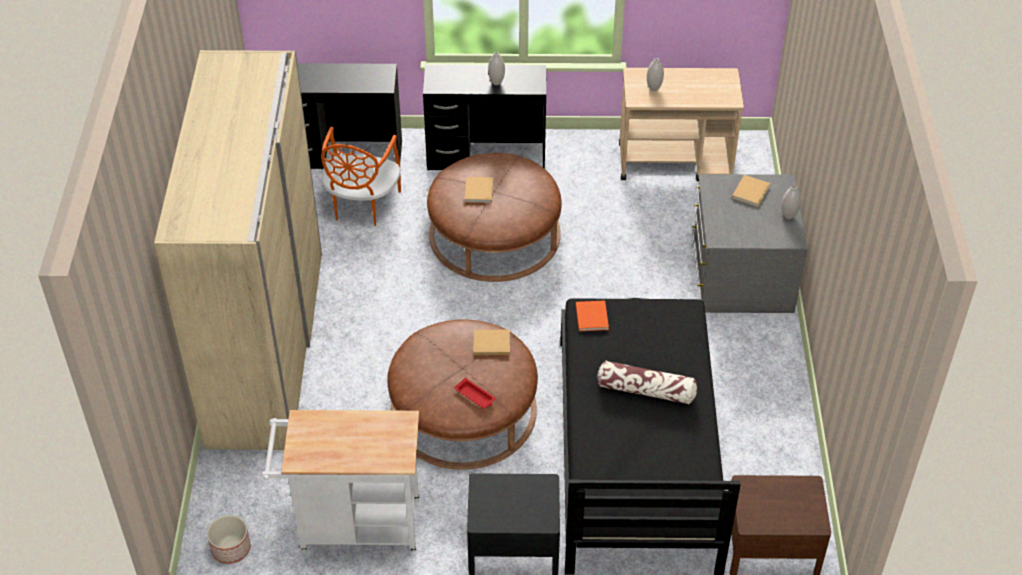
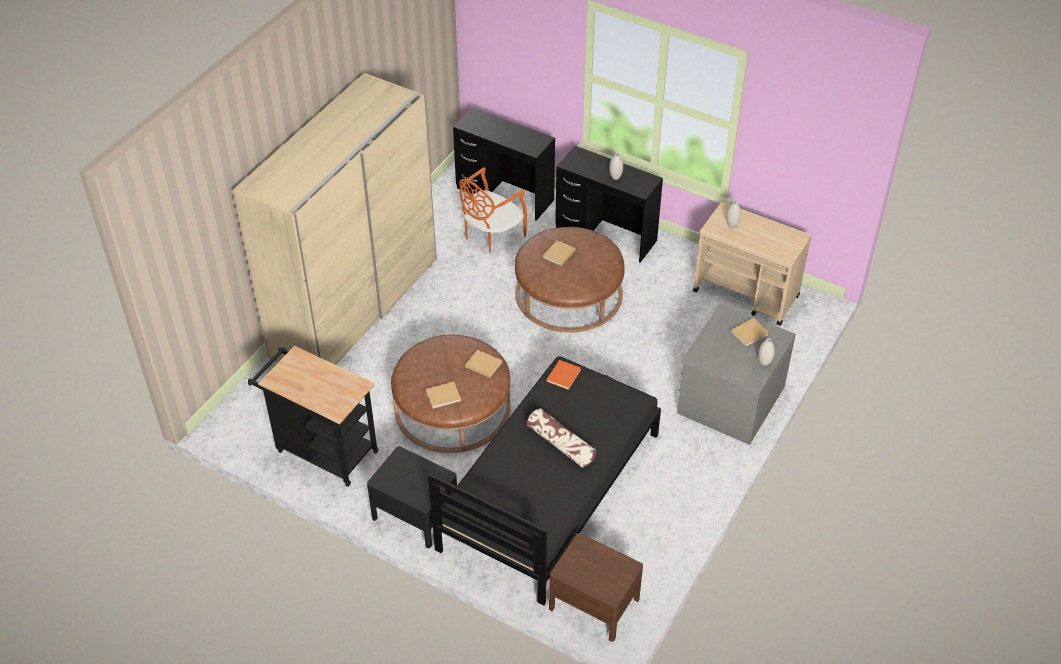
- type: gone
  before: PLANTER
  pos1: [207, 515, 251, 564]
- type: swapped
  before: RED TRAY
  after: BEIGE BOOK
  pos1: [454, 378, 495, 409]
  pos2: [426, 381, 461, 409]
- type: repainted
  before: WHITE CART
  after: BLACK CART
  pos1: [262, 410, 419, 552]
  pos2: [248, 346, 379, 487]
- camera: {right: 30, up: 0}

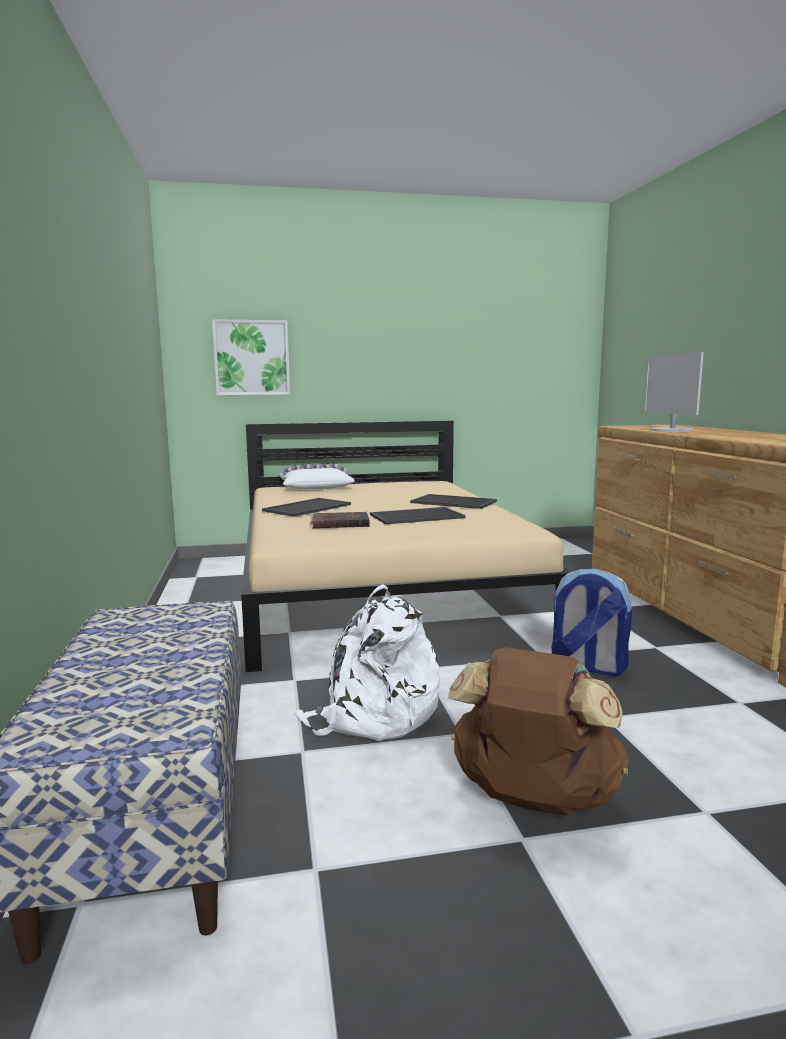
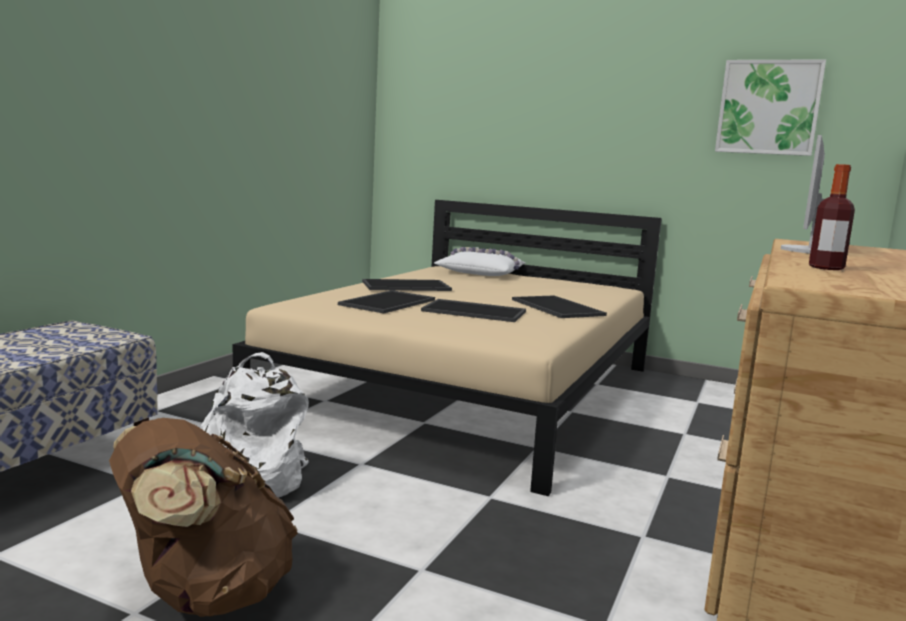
- type: gone
  before: BACKPACK
  pos1: [551, 568, 632, 676]
- type: new
  after: BOTTLE
  pos2: [809, 164, 855, 270]
- type: shifted
  before: PICTURE
  pos1: [212, 319, 290, 395]
  pos2: [715, 59, 826, 156]
- type: swapped
  before: BROWN BOOK
  after: TRAY
  pos1: [310, 512, 370, 528]
  pos2: [338, 290, 435, 313]
- camera: {right: 35, up: 0}

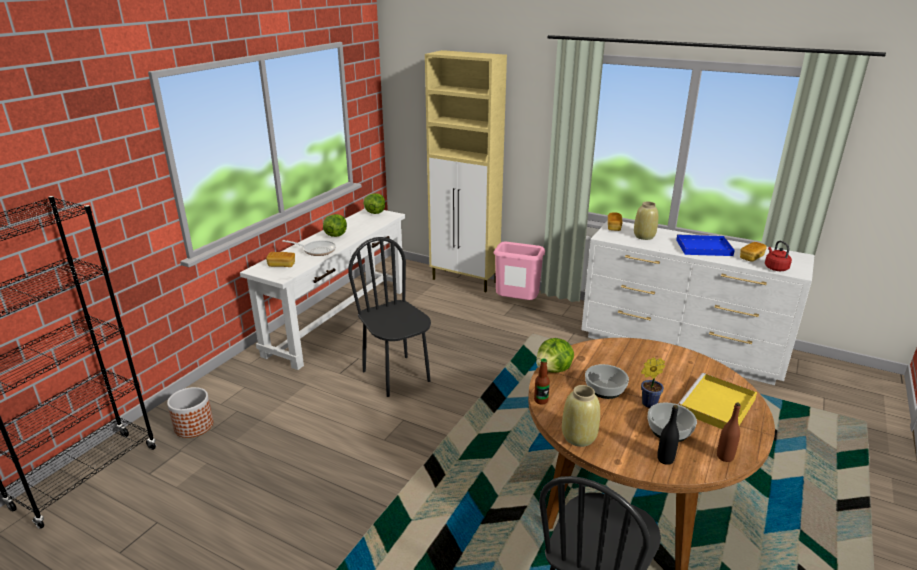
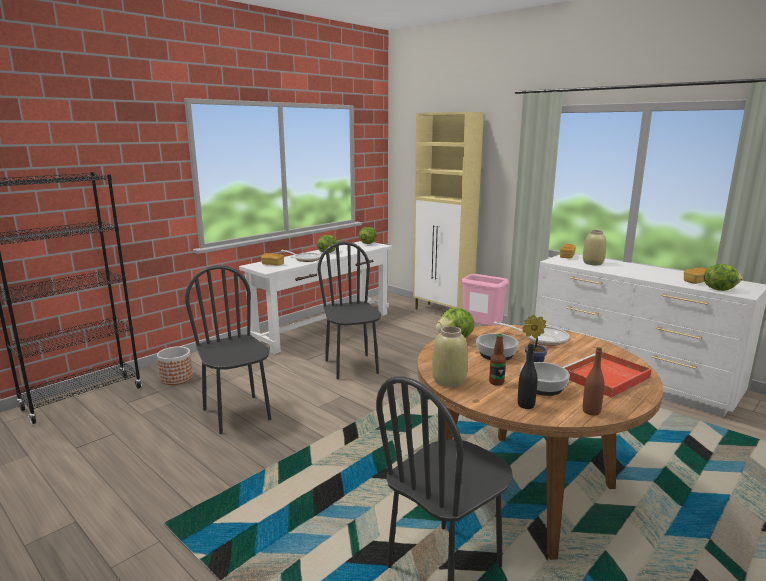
- type: gone
  before: BLUE TRAY
  pos1: [676, 234, 735, 256]
- type: new
  after: BLACK CHAIR
  pos2: [185, 265, 271, 434]
- type: new
  after: FRYING PAN
  pos2: [494, 322, 569, 346]
- type: shifted
  before: BOTTLE
  pos1: [534, 359, 550, 404]
  pos2: [489, 334, 506, 386]
- type: swapped
  before: RED KETTLE
  after: LETTUCE
  pos1: [765, 241, 792, 271]
  pos2: [704, 264, 743, 291]
- type: repainted
  before: YELLOW TRAY
  after: RED TRAY
  pos1: [678, 373, 757, 429]
  pos2: [563, 352, 652, 398]
- camera: {right: 15, up: -10}

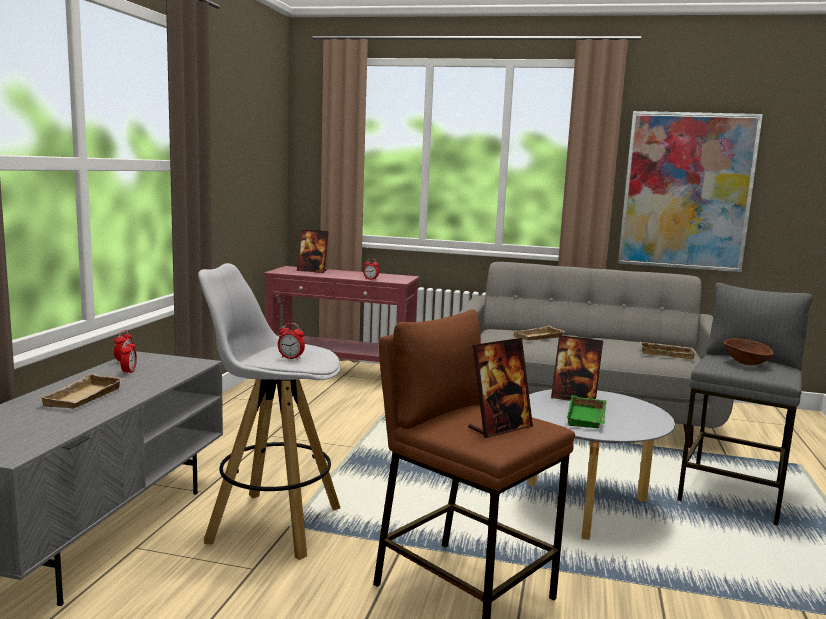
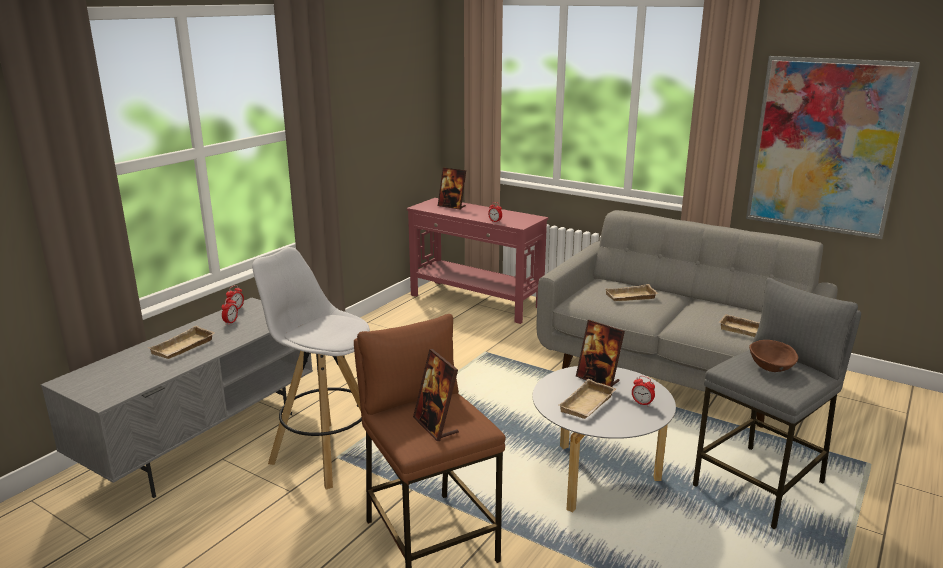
- type: shifted
  before: ALARM CLOCK
  pos1: [278, 323, 305, 360]
  pos2: [632, 376, 655, 407]
- type: repainted
  before: GREEN TRAY
  after: BEIGE TRAY
  pos1: [567, 395, 606, 428]
  pos2: [559, 379, 617, 419]
- type: rotated
  before: PICTURE FRAME
  pos1: [468, 338, 533, 438]
  pos2: [413, 349, 459, 441]
  turn: 75
- camera: {right: 20, up: 10}

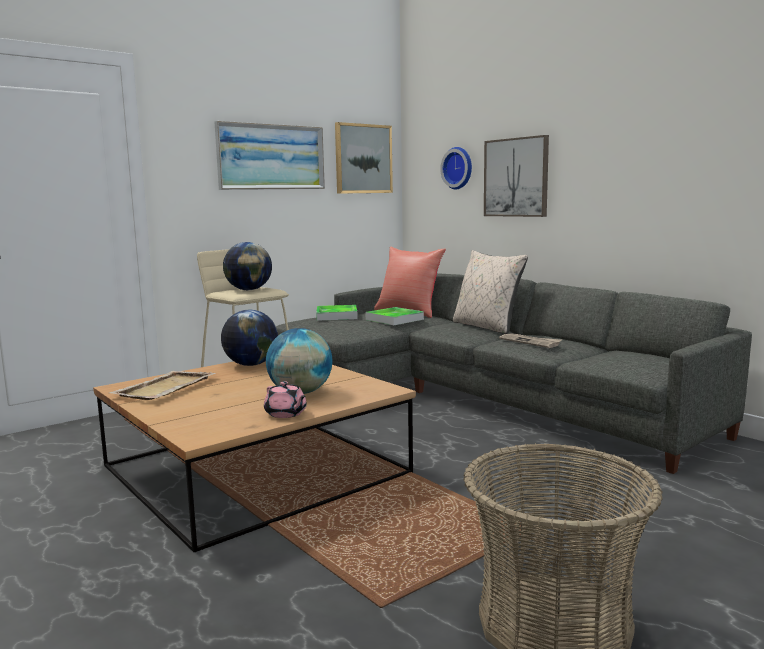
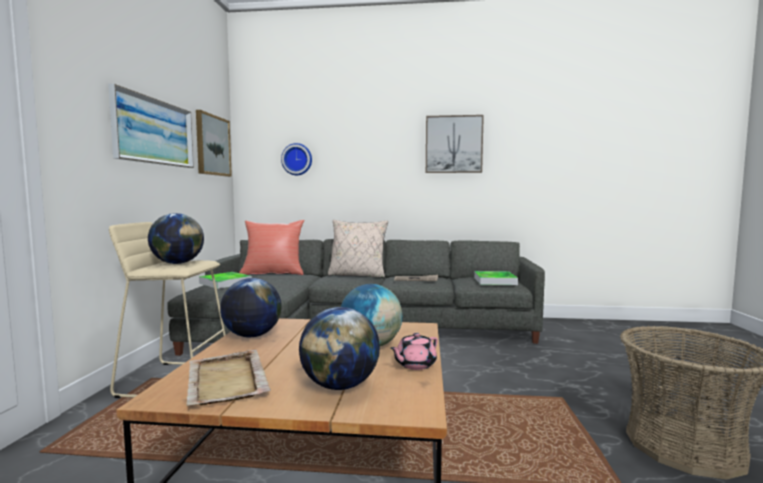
- type: new
  after: GLOBE
  pos2: [299, 307, 380, 390]
- type: shifted
  before: TRAY
  pos1: [366, 307, 424, 325]
  pos2: [474, 271, 518, 285]
- type: shifted
  before: PICTURE
  pos1: [484, 135, 549, 217]
  pos2: [426, 115, 484, 173]
- type: rotated
  before: PINK TEAPOT
  pos1: [264, 381, 307, 418]
  pos2: [390, 333, 438, 370]
  turn: 135
- camera: {right: -45, up: -5}

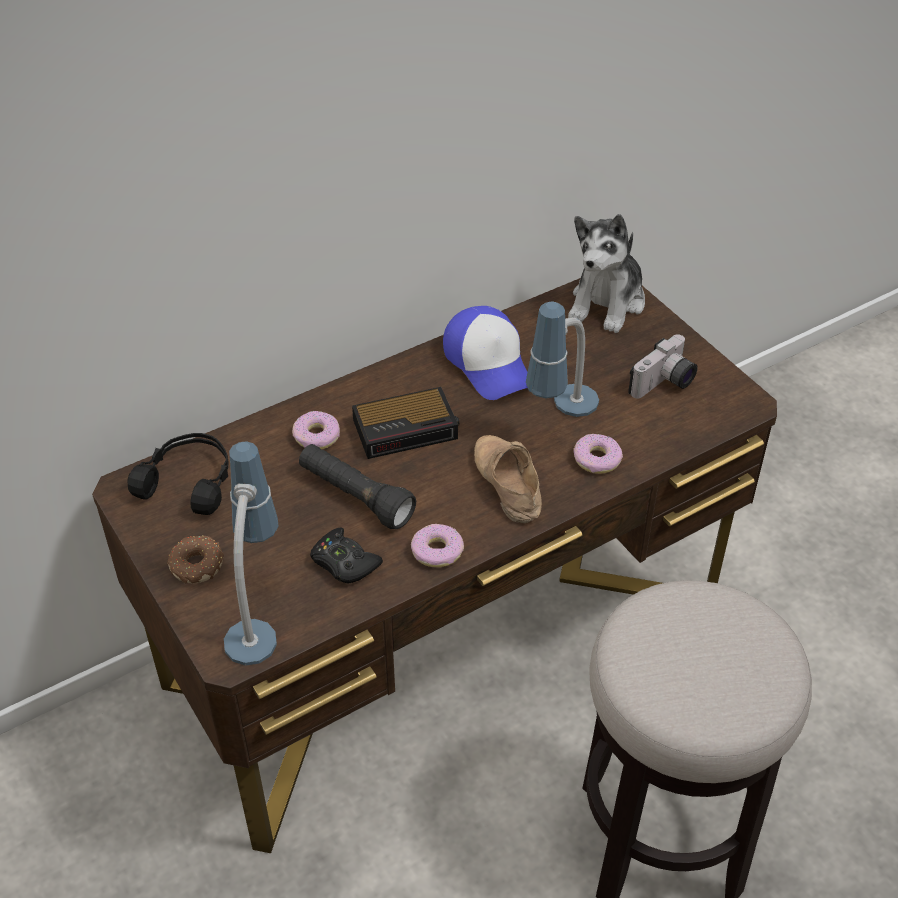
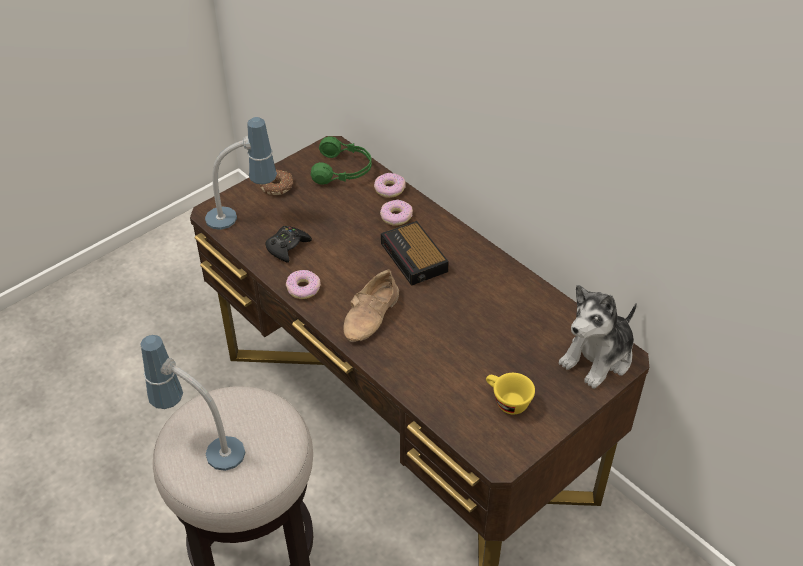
- type: gone
  before: BLACK FLASHLIGHT
  pos1: [299, 444, 416, 529]
- type: gone
  before: CAP
  pos1: [443, 306, 528, 400]
- type: shifted
  before: TABLE LAMP
  pos1: [526, 301, 599, 417]
  pos2: [140, 335, 245, 471]
- type: shifted
  before: DONUT
  pos1: [573, 434, 623, 474]
  pos2: [374, 173, 406, 198]
- type: swapped
  before: PHOTO CAMERA
  after: YELLOW CUP
  pos1: [628, 334, 698, 398]
  pos2: [486, 373, 535, 415]
- type: repainted
  before: BLACK HEADPHONES
  after: GREEN HEADPHONES
  pos1: [127, 433, 228, 515]
  pos2: [311, 136, 372, 185]
- type: rotated
  before: BEIGE SHOE
  pos1: [474, 435, 542, 523]
  pos2: [343, 269, 399, 342]
  turn: 150
- type: rotated
  before: PLUSH TOY
  pos1: [568, 214, 645, 333]
  pos2: [559, 285, 637, 389]
  turn: -60
- camera: {right: 80, up: 0}

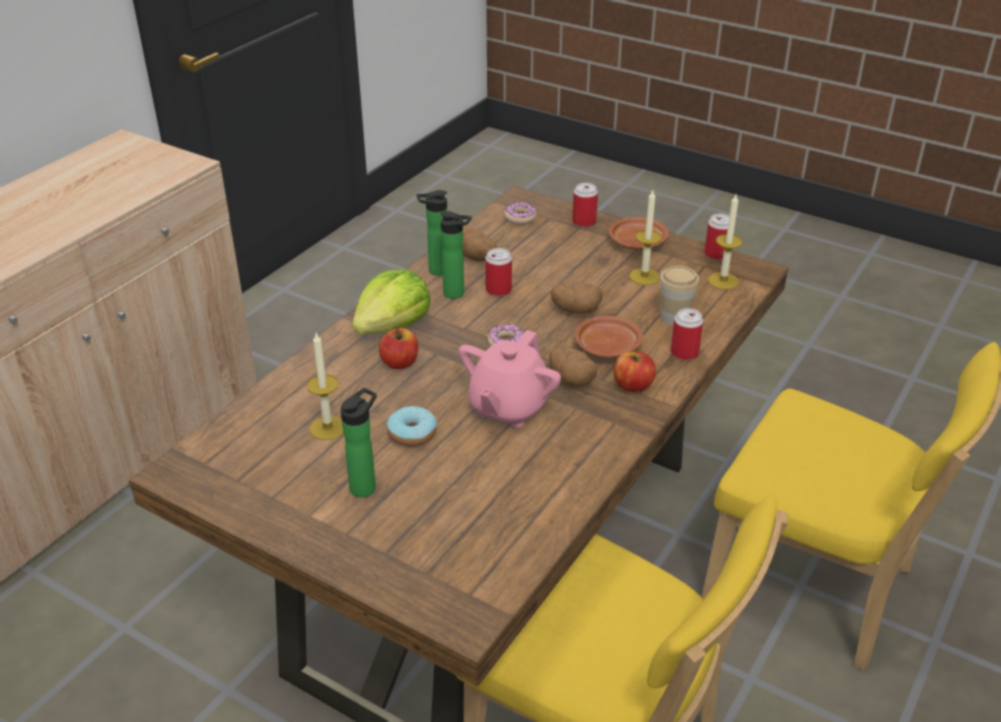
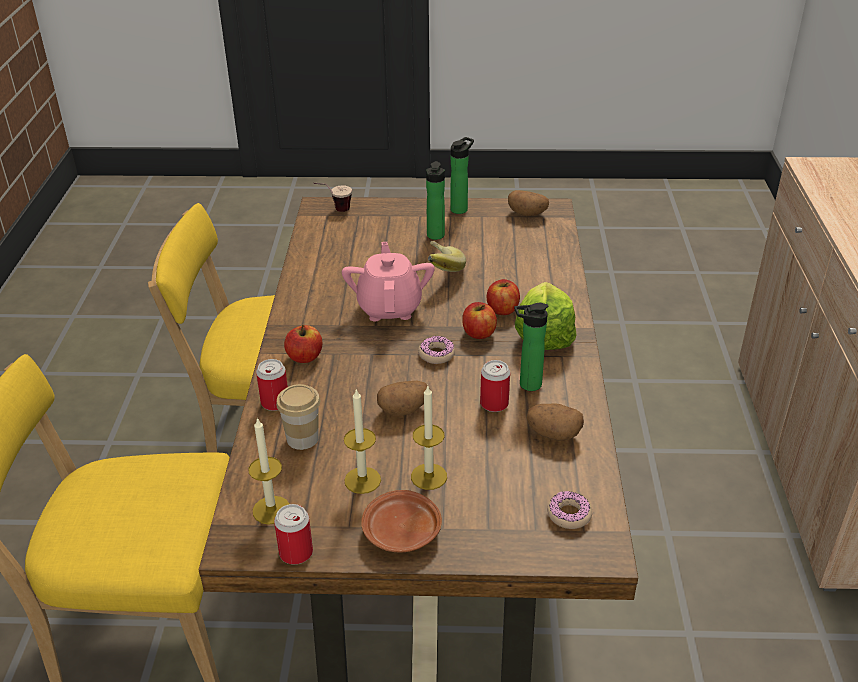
- type: gone
  before: CAN
  pos1: [572, 183, 598, 227]
- type: gone
  before: BROWN PLATE
  pos1: [575, 316, 643, 358]
- type: new
  after: CUP
  pos2: [313, 183, 352, 212]
- type: new
  after: APPLE
  pos2: [462, 302, 497, 339]
- type: shifted
  before: CANDLE
  pos1: [307, 333, 344, 440]
  pos2: [411, 386, 447, 490]
- type: shifted
  before: BOTTLE
  pos1: [417, 190, 447, 276]
  pos2: [450, 137, 474, 214]
- type: shifted
  before: POTATO
  pos1: [549, 346, 598, 387]
  pos2: [508, 190, 549, 216]
- type: swapped
  before: DONUT
  after: BANANA
  pos1: [387, 406, 437, 447]
  pos2: [428, 241, 466, 272]
- camera: {right: 150, up: 0}

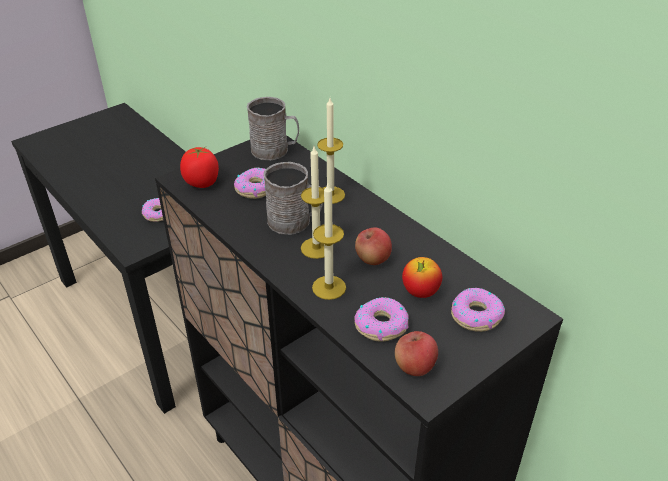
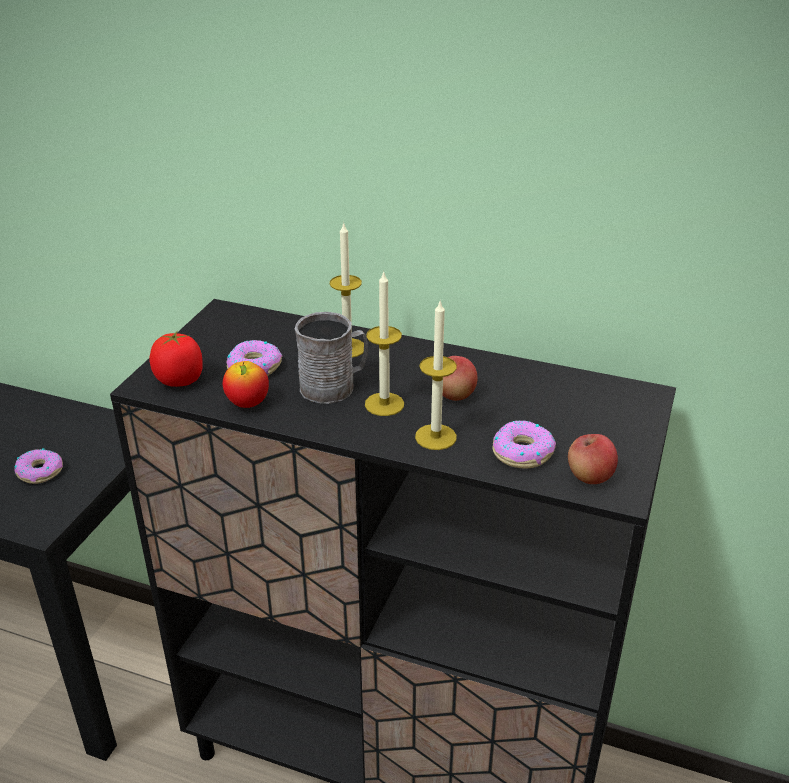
- type: gone
  before: GREY MUG
  pos1: [247, 97, 299, 160]
- type: gone
  before: DONUT
  pos1: [451, 288, 505, 332]
- type: shifted
  before: APPLE
  pos1: [402, 257, 442, 298]
  pos2: [223, 361, 269, 408]
- camera: {right: -30, up: -5}

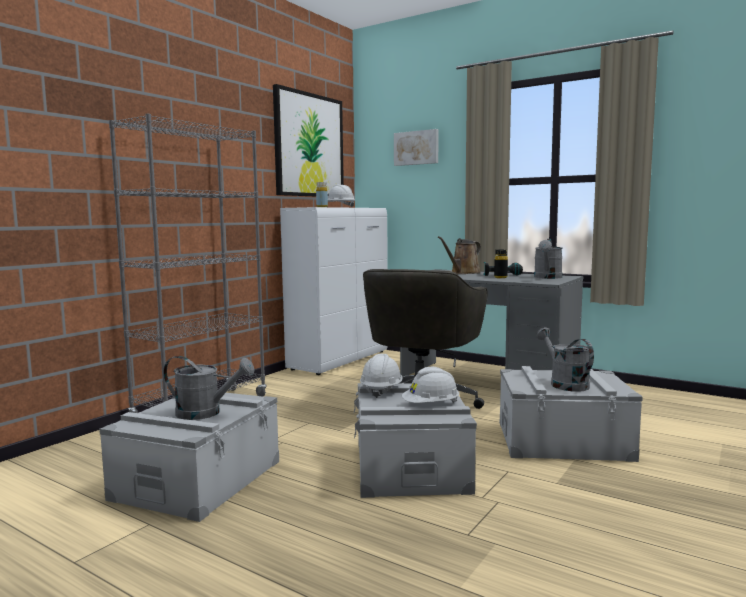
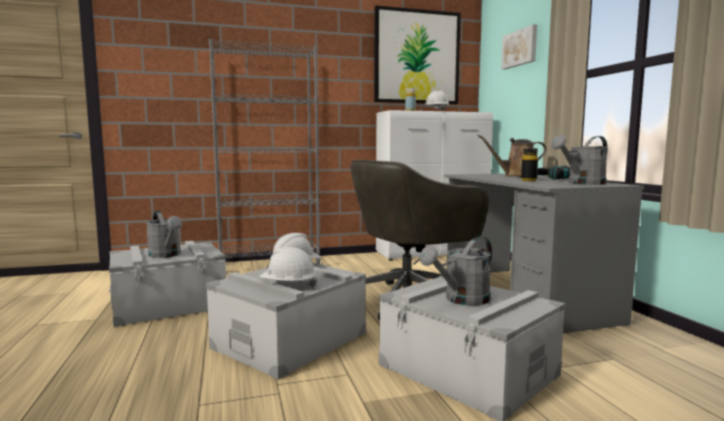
- type: rotated
  before: GREY WATERING CAN
  pos1: [536, 327, 594, 392]
  pos2: [420, 236, 492, 306]
  turn: -150
- camera: {right: 40, up: 0}

